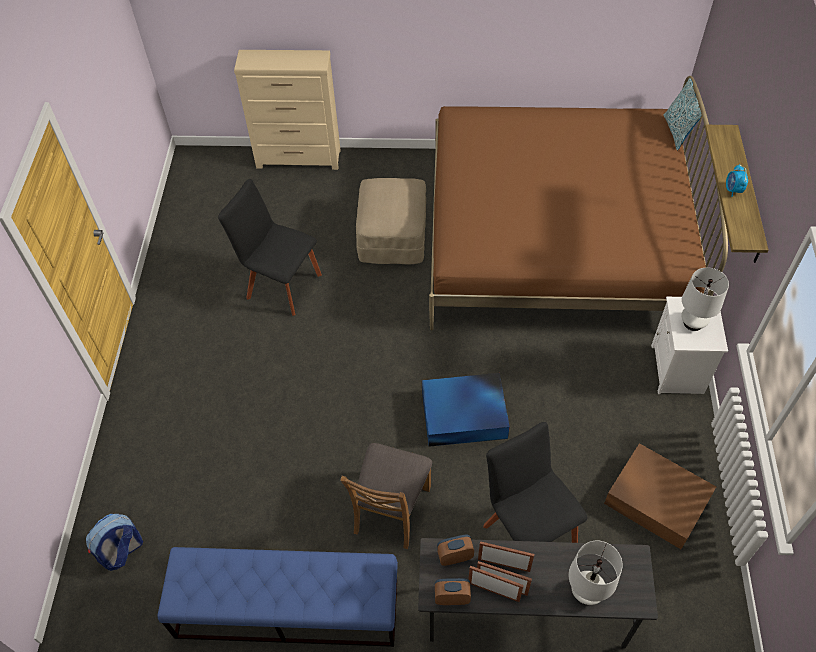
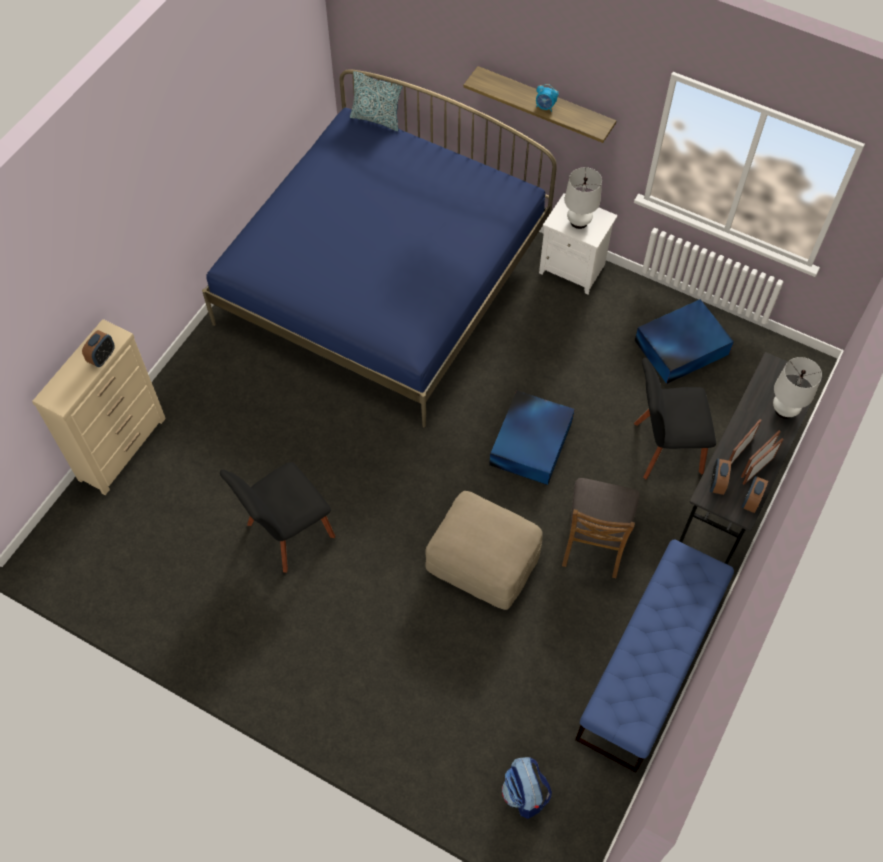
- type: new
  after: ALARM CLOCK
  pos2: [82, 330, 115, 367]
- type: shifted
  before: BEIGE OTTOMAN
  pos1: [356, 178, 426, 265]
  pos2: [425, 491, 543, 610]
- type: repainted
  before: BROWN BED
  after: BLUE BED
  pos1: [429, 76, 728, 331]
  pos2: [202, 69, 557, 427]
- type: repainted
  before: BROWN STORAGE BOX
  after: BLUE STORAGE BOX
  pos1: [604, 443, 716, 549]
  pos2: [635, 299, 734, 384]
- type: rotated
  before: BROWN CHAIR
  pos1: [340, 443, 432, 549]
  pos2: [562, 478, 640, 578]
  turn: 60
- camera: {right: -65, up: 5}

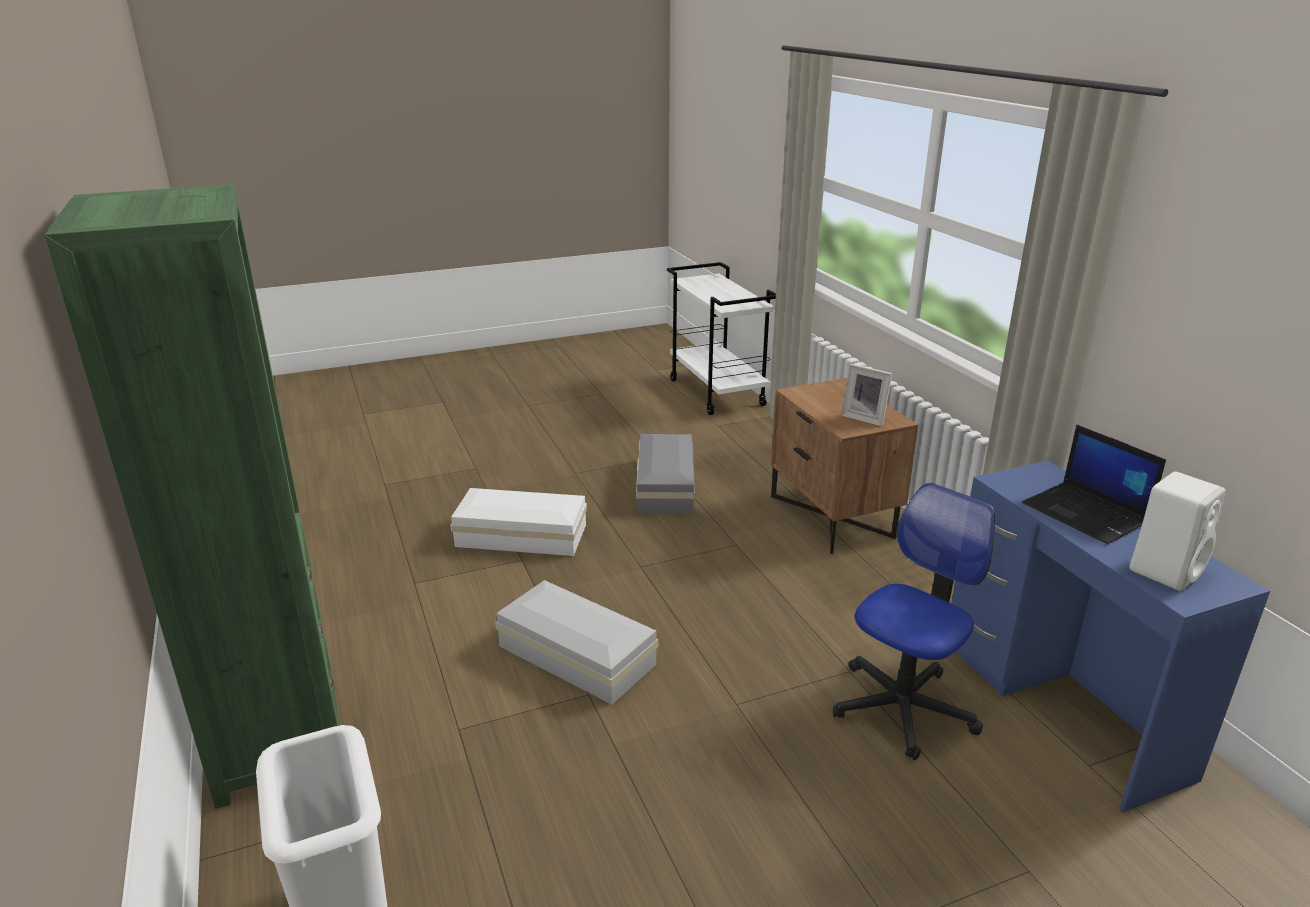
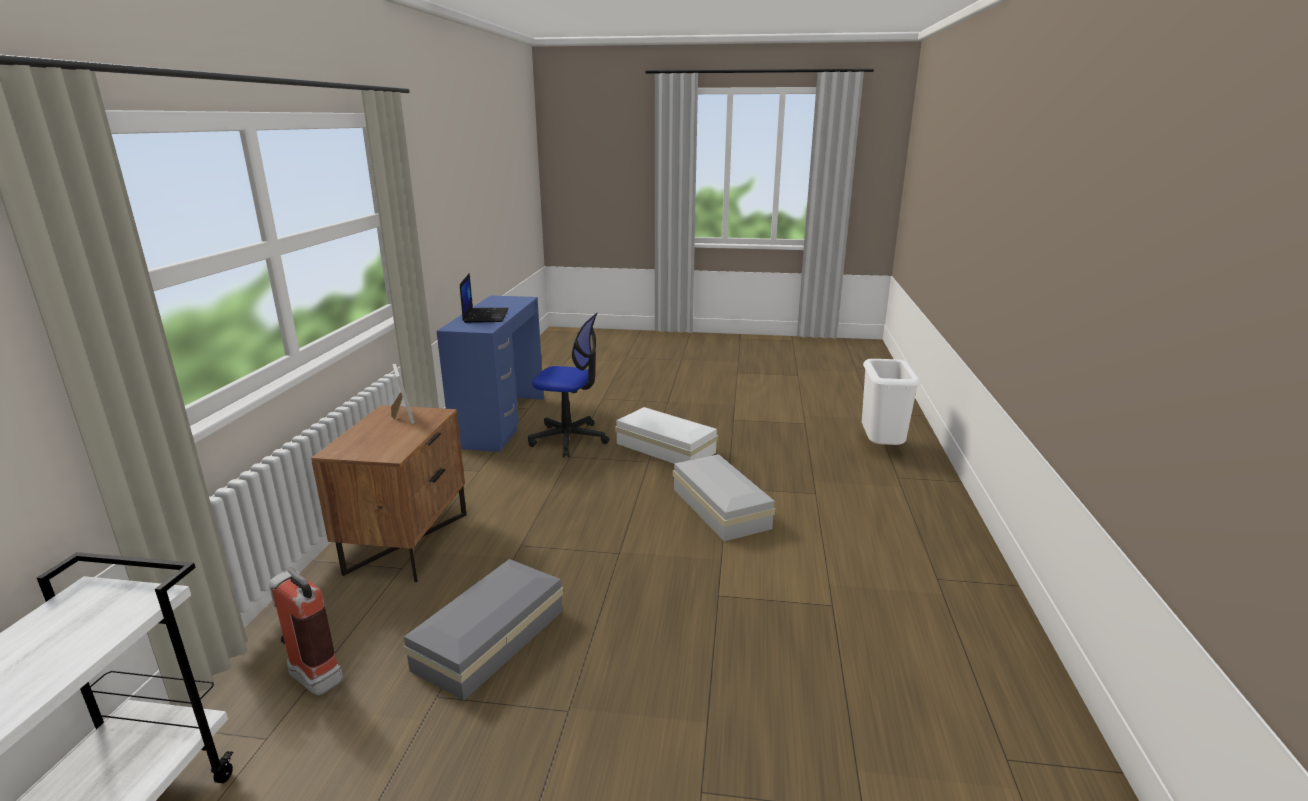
- type: gone
  before: GREEN BOOKCASE
  pos1: [44, 184, 340, 809]
- type: gone
  before: WHITE SPEAKER
  pos1: [1129, 472, 1226, 591]
- type: new
  after: FIRE EXTINGUISHER
  pos2: [269, 567, 343, 696]
- type: shifted
  before: WHITE STORAGE BOX
  pos1: [450, 488, 587, 556]
  pos2: [615, 407, 718, 464]
- type: rotated
  before: OFFICE CHAIR
  pos1: [833, 483, 995, 761]
  pos2: [528, 313, 609, 457]
  turn: -150
- camera: {right: -150, up: -5}

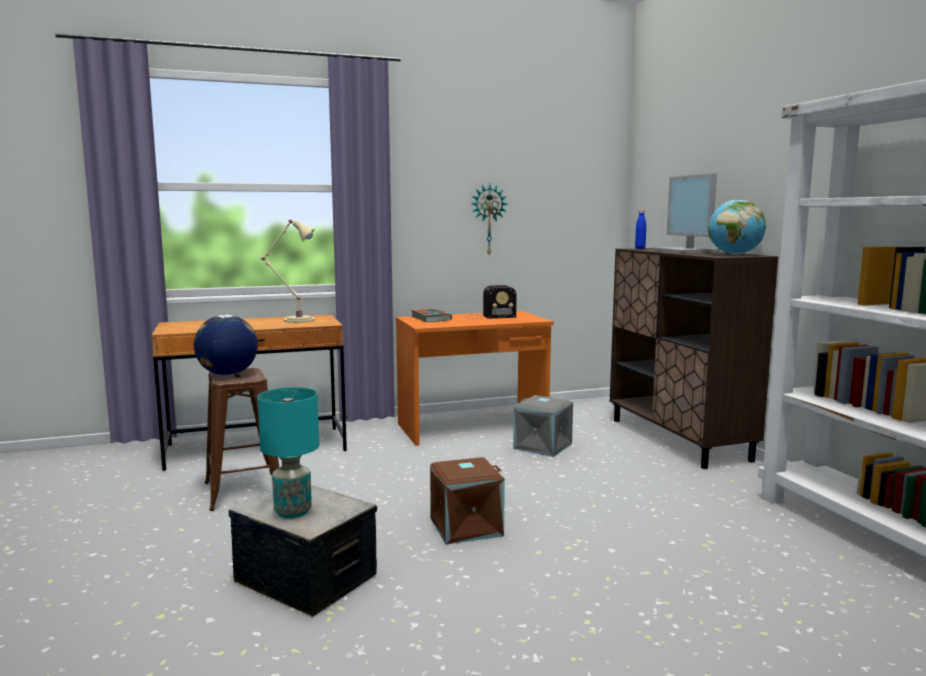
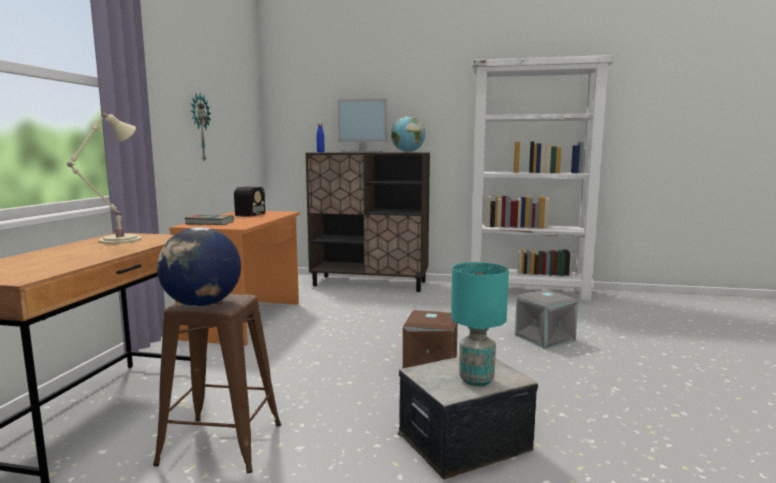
- type: shifted
  before: GREY STORAGE BOX
  pos1: [513, 395, 573, 457]
  pos2: [515, 290, 579, 349]
- camera: {right: -60, up: 0}

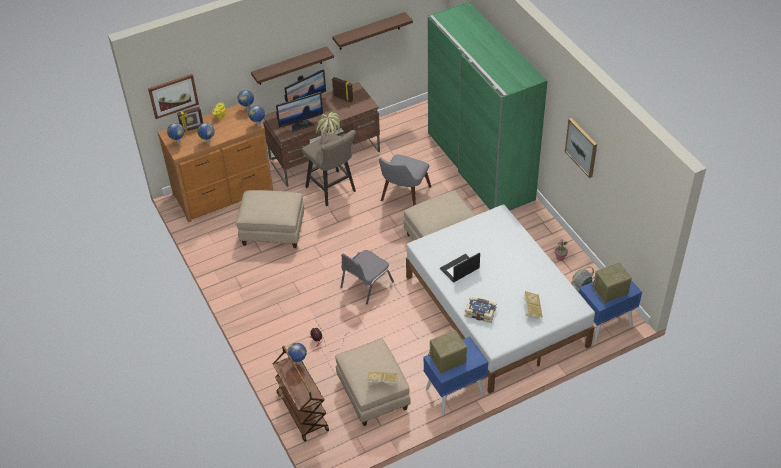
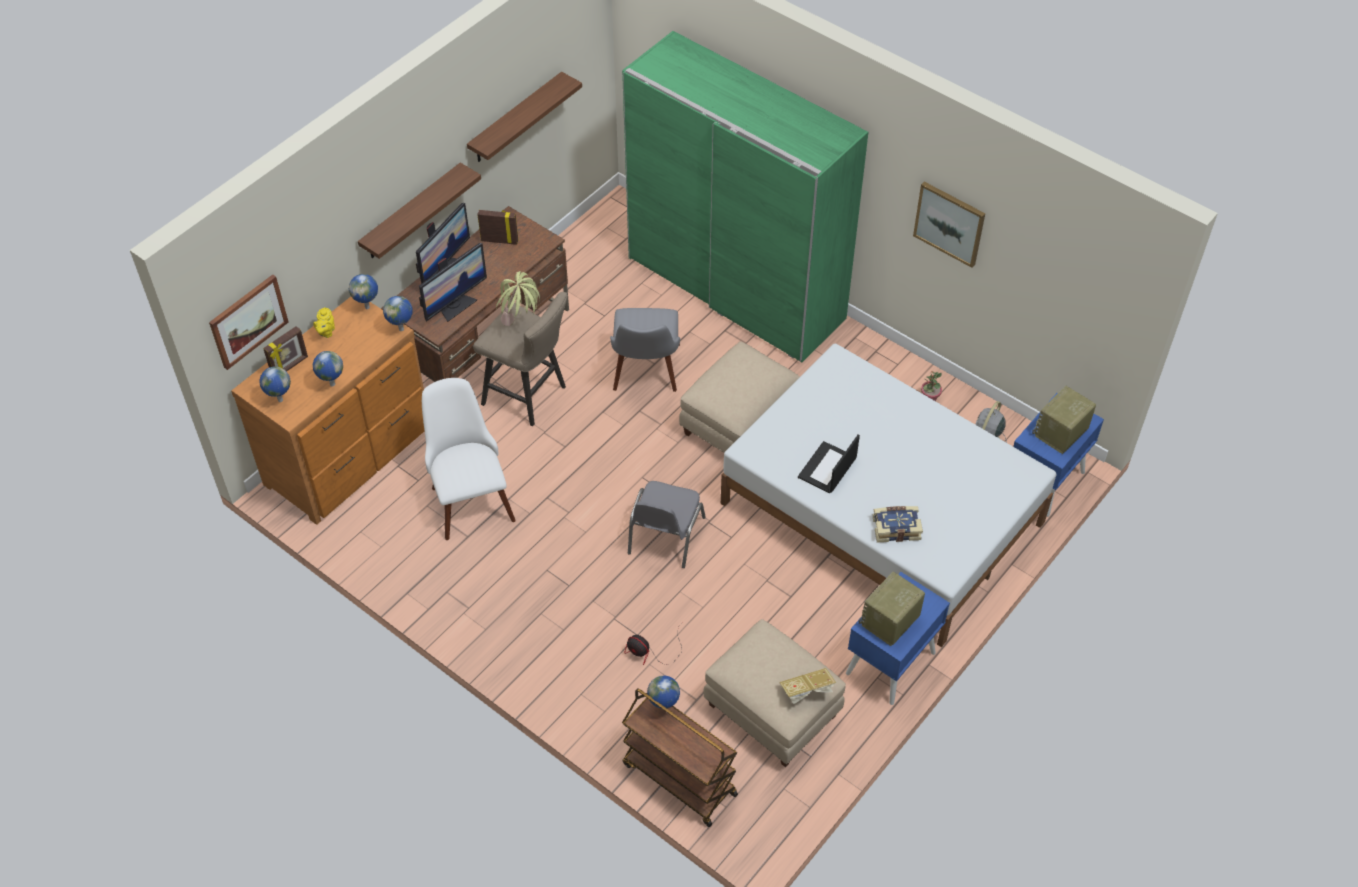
- type: gone
  before: BOOK
  pos1: [523, 291, 543, 319]
- type: swapped
  before: BEIGE OTTOMAN
  after: WHITE CHAIR
  pos1: [236, 190, 304, 248]
  pos2: [422, 378, 516, 540]
- camera: {right: -25, up: 5}

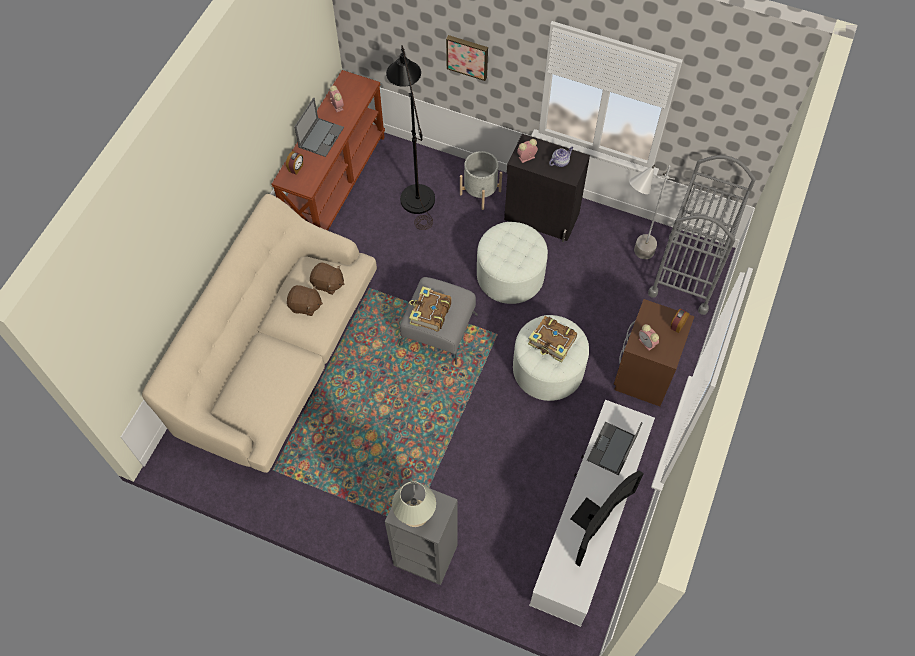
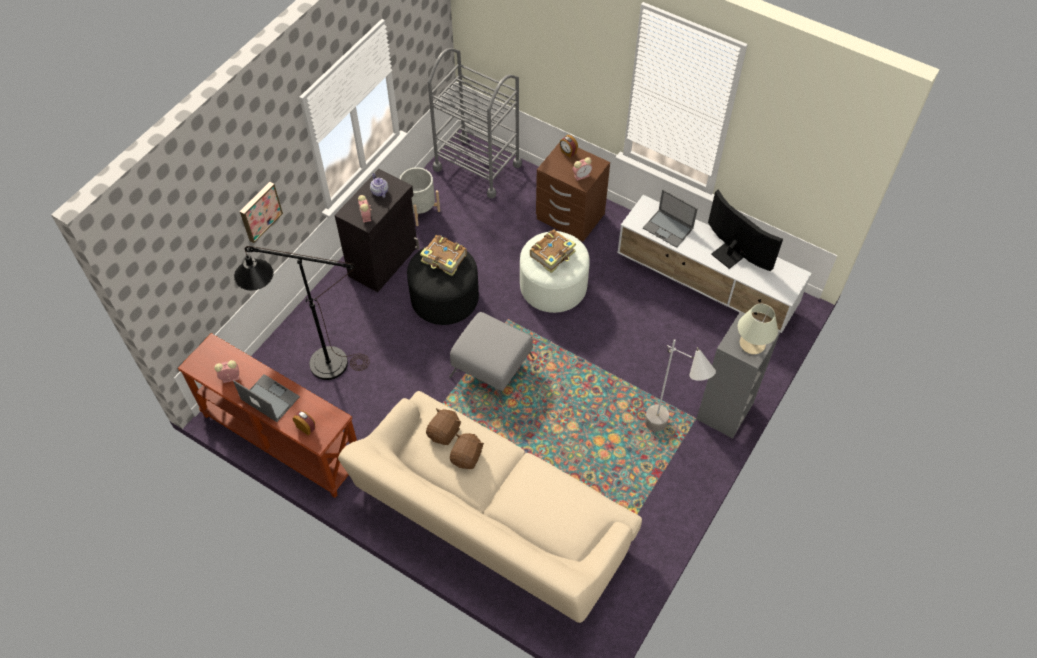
- type: shifted
  before: BOOK
  pos1: [409, 286, 451, 332]
  pos2: [420, 235, 467, 276]
- type: shifted
  before: GREY PLANTER
  pos1: [460, 151, 502, 210]
  pos2: [399, 167, 440, 226]
- type: shifted
  before: GREY FLOOR LAMP
  pos1: [629, 165, 675, 259]
  pos2: [645, 339, 716, 432]
- type: repainted
  before: WHITE OTTOMAN
  after: BLACK OTTOMAN
  pos1: [477, 222, 548, 304]
  pos2: [407, 247, 479, 325]
- camera: {right: -80, up: -5}

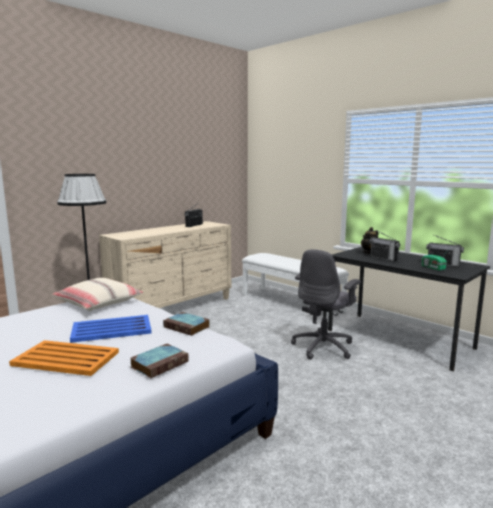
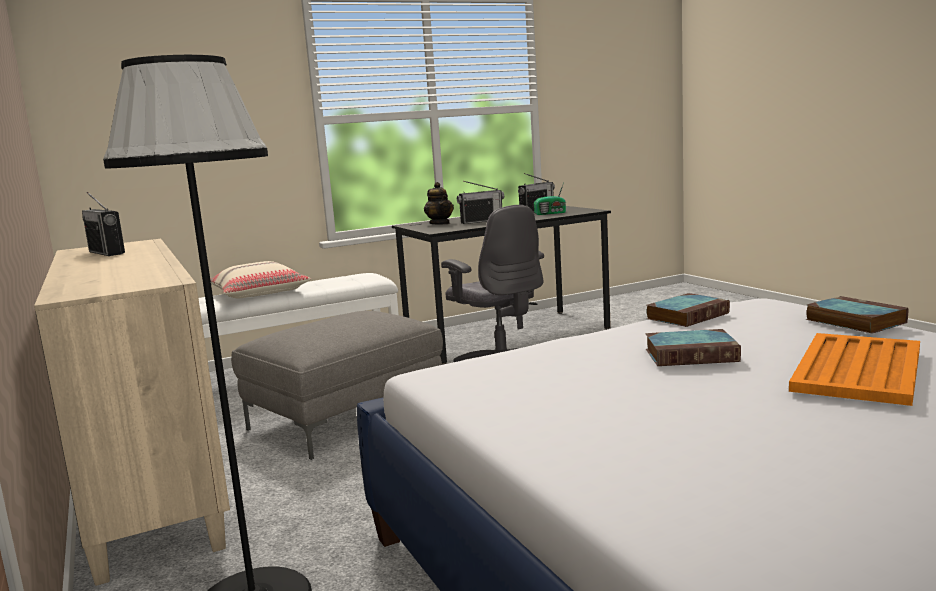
- type: new
  after: GREY OTTOMAN
  pos2: [231, 311, 443, 460]
- type: shifted
  before: BEIGE PILLOW
  pos1: [51, 278, 143, 311]
  pos2: [210, 261, 311, 298]
- type: swapped
  before: BLUE TRAY
  after: BOOK
  pos1: [70, 315, 151, 343]
  pos2: [645, 329, 741, 366]
- camera: {right: -70, up: 0}

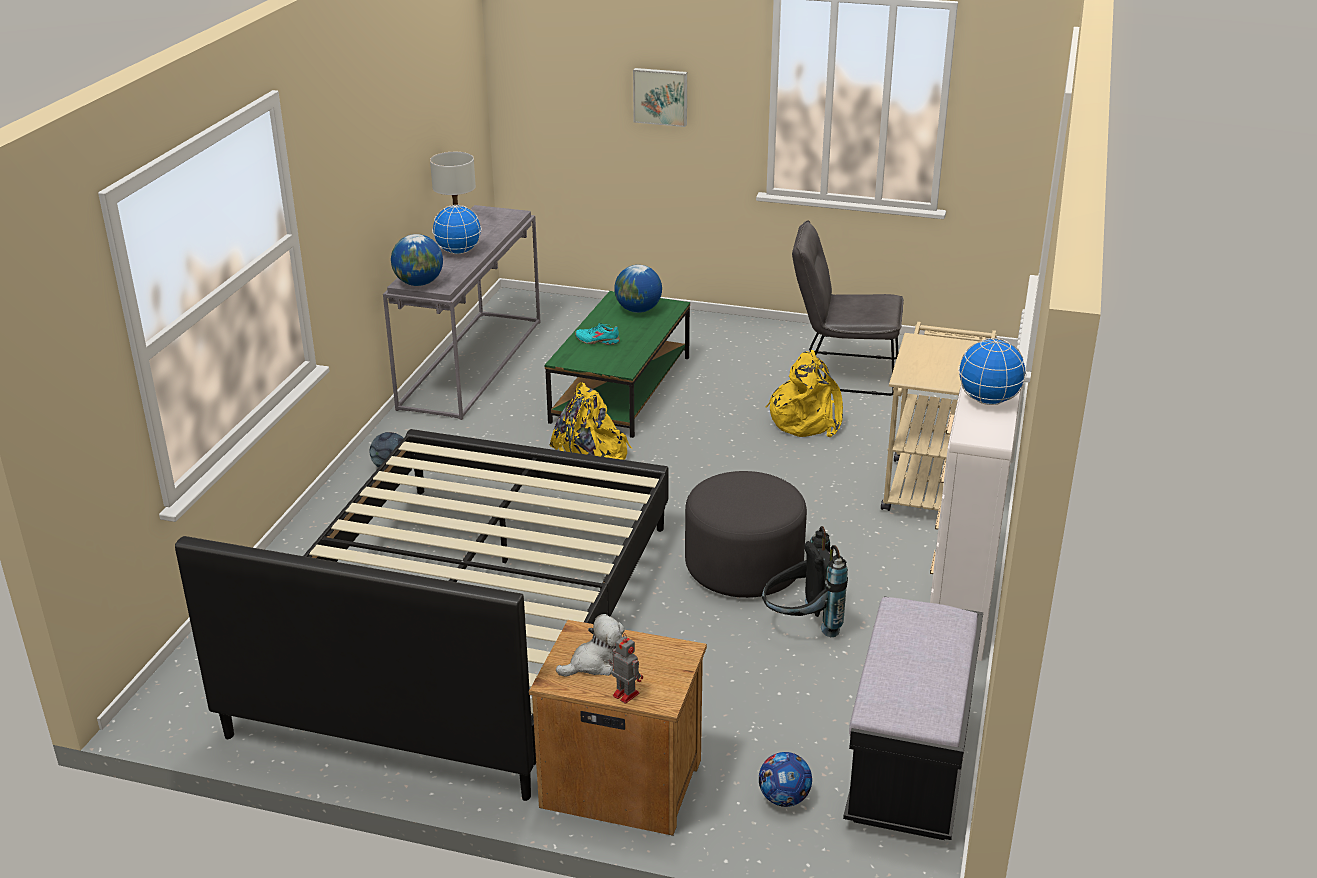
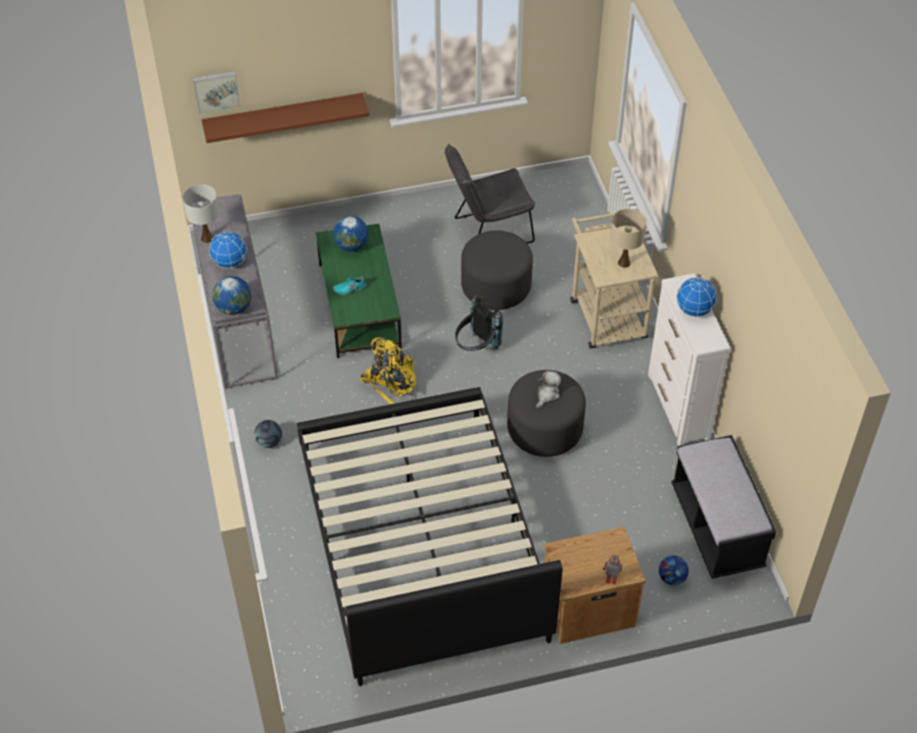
- type: new
  after: BROWN SHELF
  pos2: [202, 93, 369, 143]
- type: new
  after: BEIGE TABLE LAMP
  pos2: [610, 209, 647, 268]
- type: shifted
  before: PLUSH TOY
  pos1: [556, 614, 625, 677]
  pos2: [536, 370, 561, 408]
- type: shifted
  before: PICTURE
  pos1: [633, 68, 687, 127]
  pos2: [193, 71, 241, 114]
- type: shifted
  before: BLACK BACKPACK
  pos1: [762, 526, 848, 637]
  pos2: [455, 295, 503, 351]
- type: swapped
  before: YELLOW BACKPACK
  after: GREY OTTOMAN
  pos1: [766, 350, 843, 437]
  pos2: [461, 230, 533, 310]
- camera: {right: -30, up: 20}

